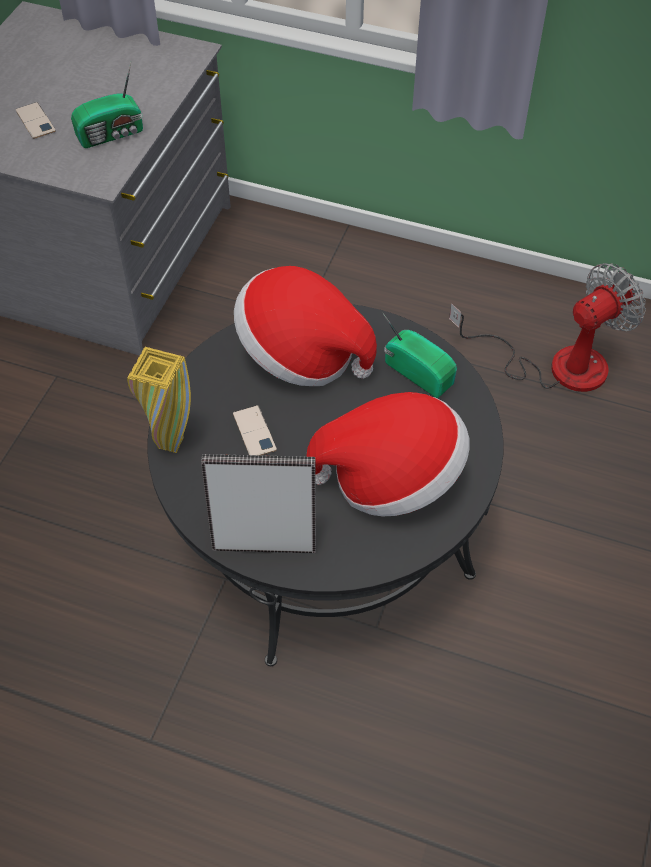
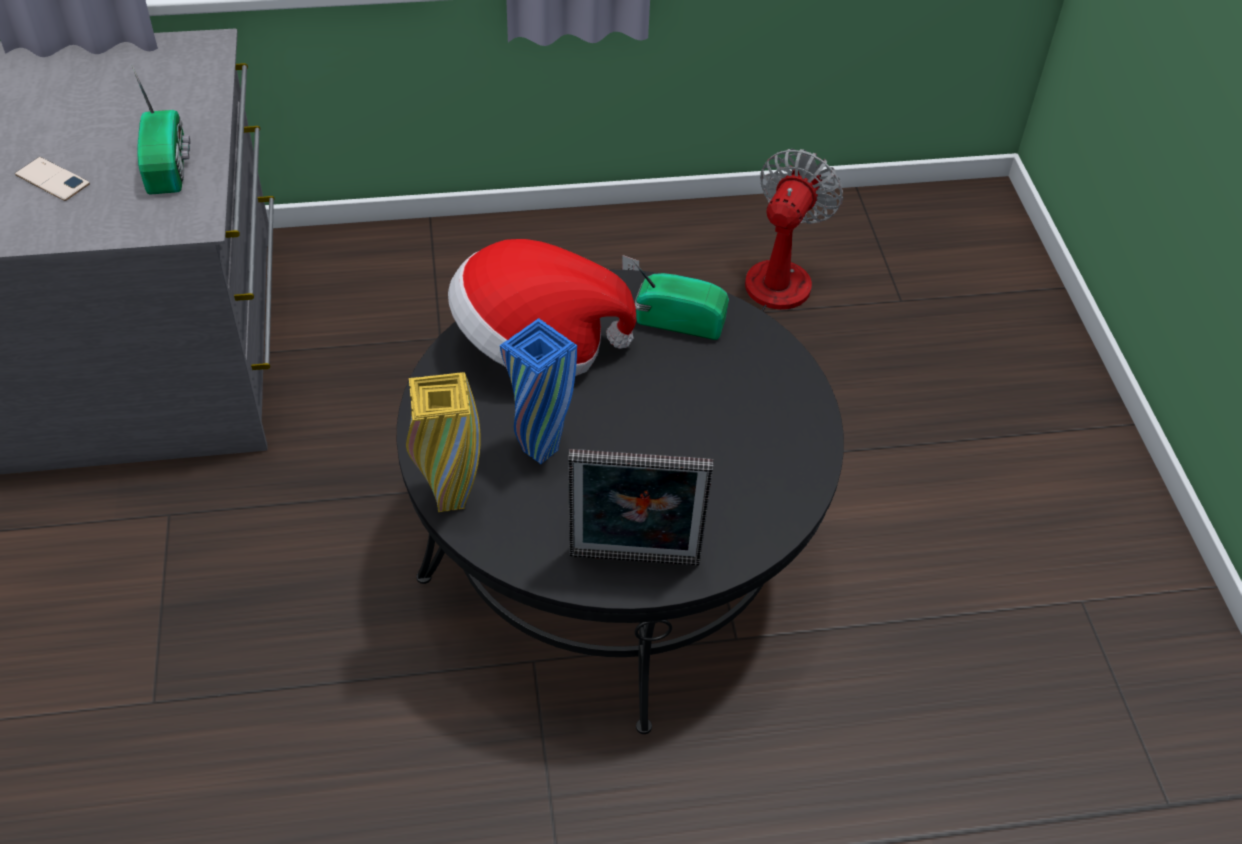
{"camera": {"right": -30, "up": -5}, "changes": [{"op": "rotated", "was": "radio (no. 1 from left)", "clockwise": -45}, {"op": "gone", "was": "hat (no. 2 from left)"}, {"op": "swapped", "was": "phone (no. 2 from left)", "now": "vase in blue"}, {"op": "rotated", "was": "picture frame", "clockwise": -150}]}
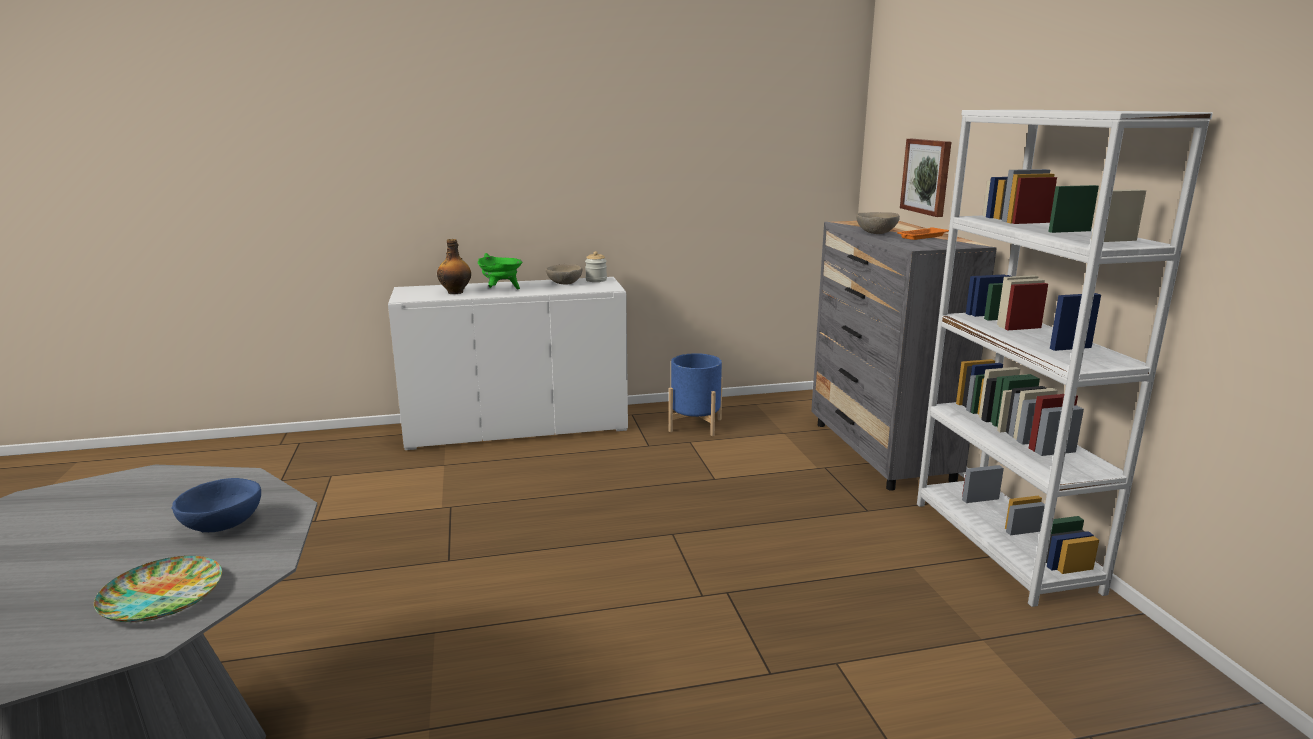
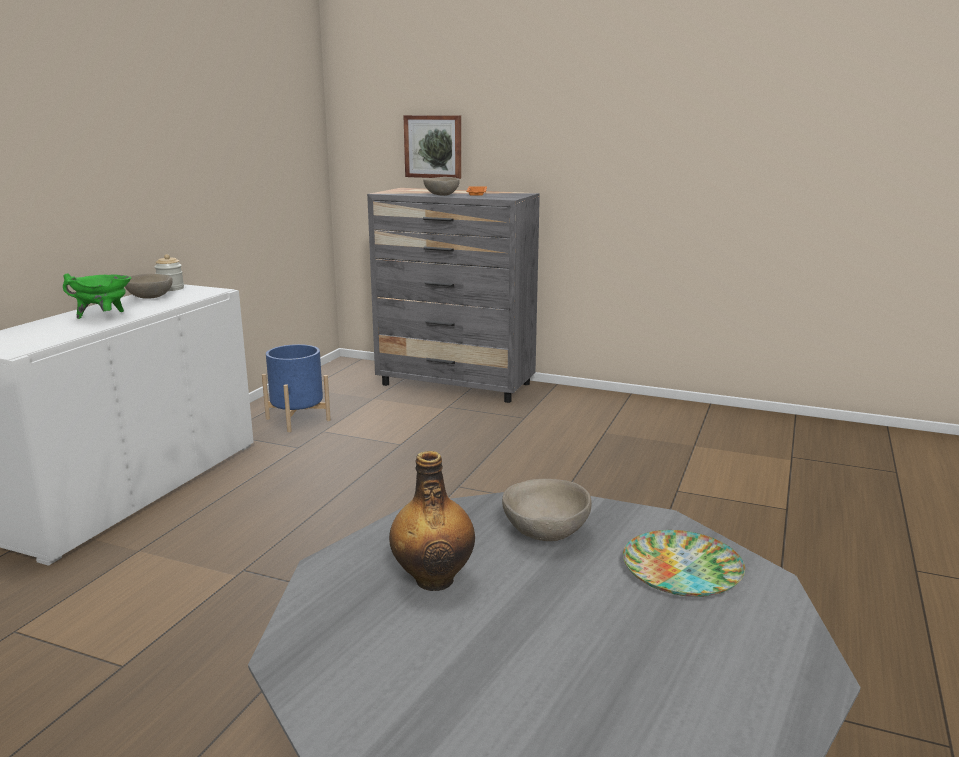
{"camera": {"right": -55, "up": 0}, "changes": [{"op": "gone", "was": "bookcase in white"}, {"op": "shifted", "was": "bottle"}, {"op": "repainted", "was": "bowl in blue", "now": "bowl in beige (no. 3 from left)"}]}
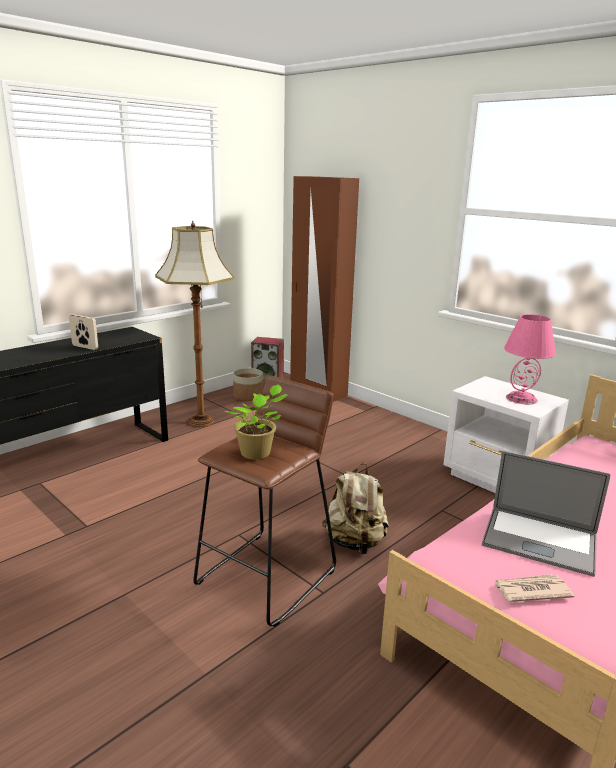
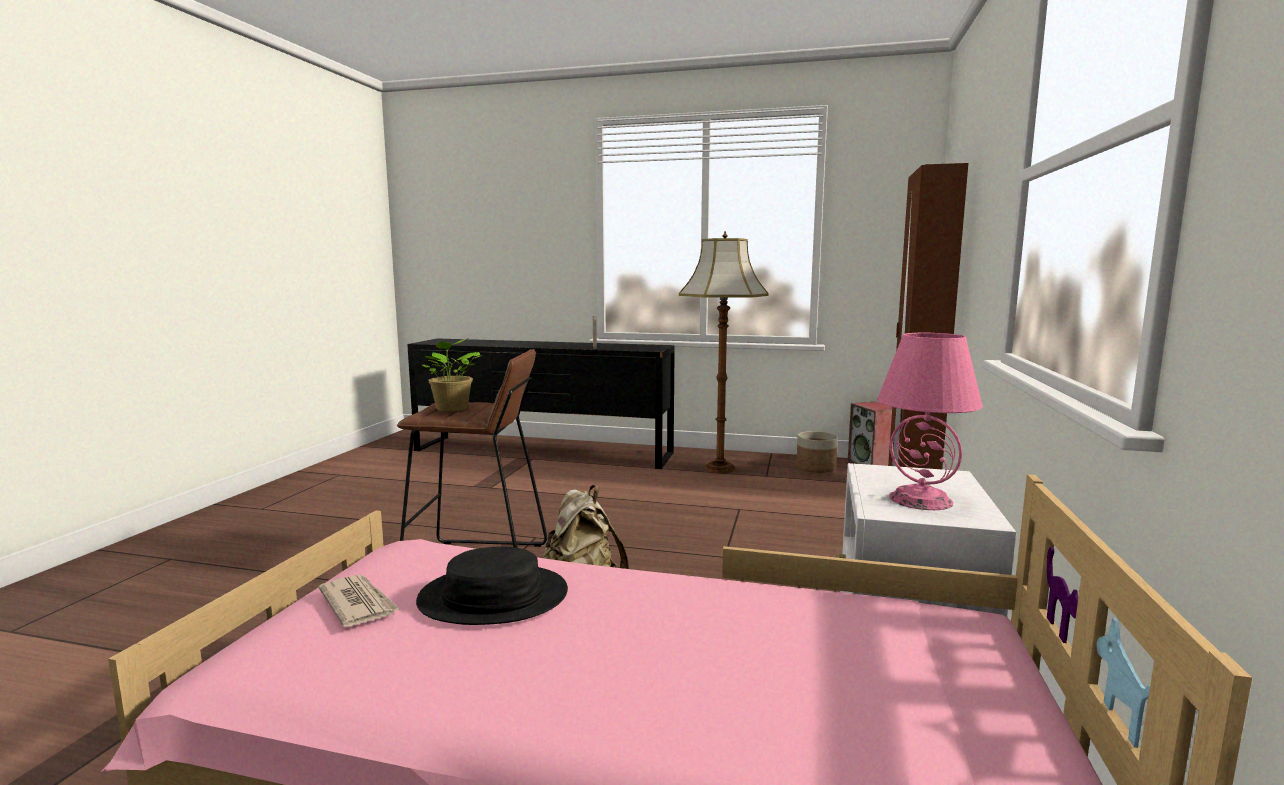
{"camera": {"right": 60, "up": -10}, "changes": [{"op": "swapped", "was": "laptop", "now": "hat in black"}]}
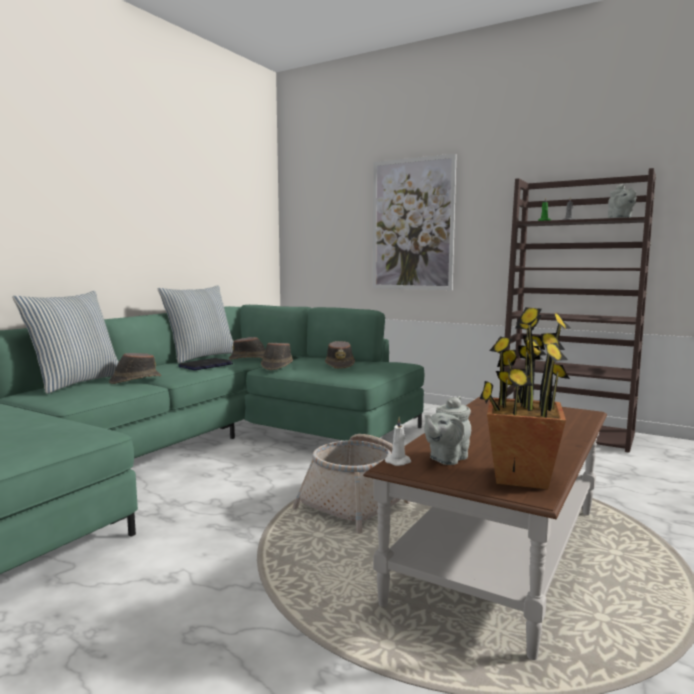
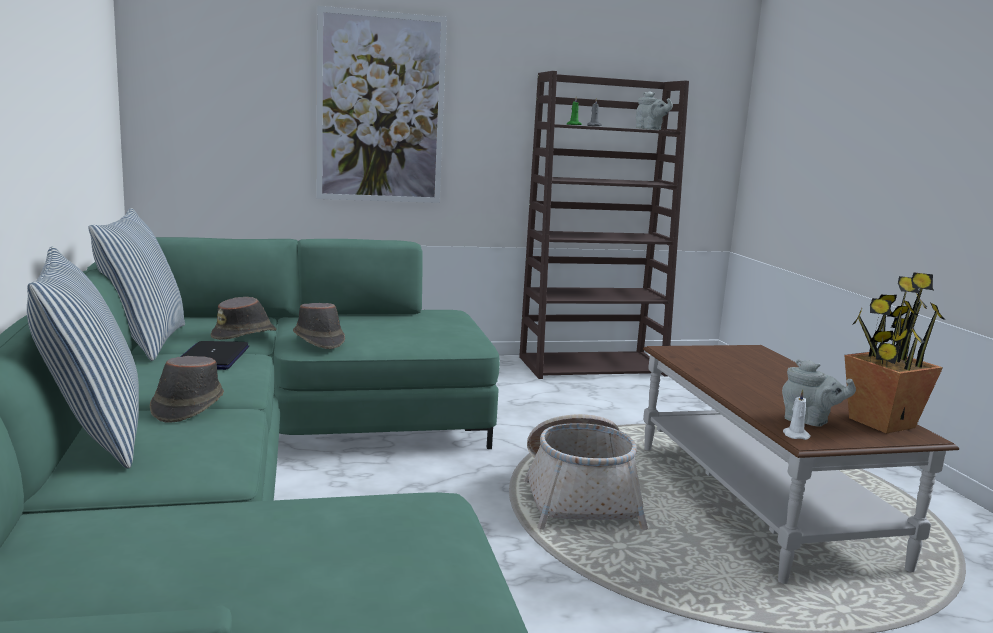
{"camera": {"right": -45, "up": 5}, "changes": [{"op": "gone", "was": "hat in brown (no. 4 from left)"}, {"op": "rotated", "was": "teapot in grey (no. 1 from left in the first image)", "clockwise": -60}]}
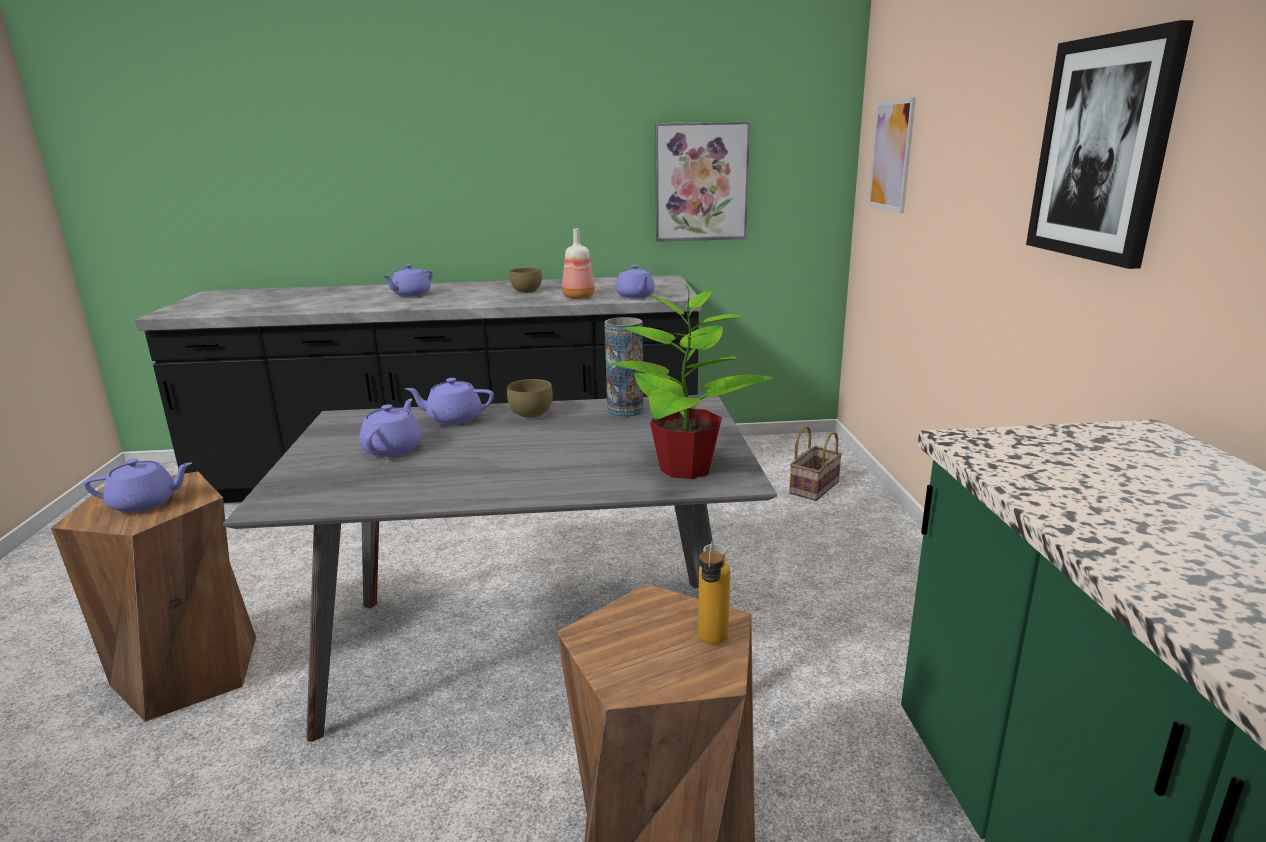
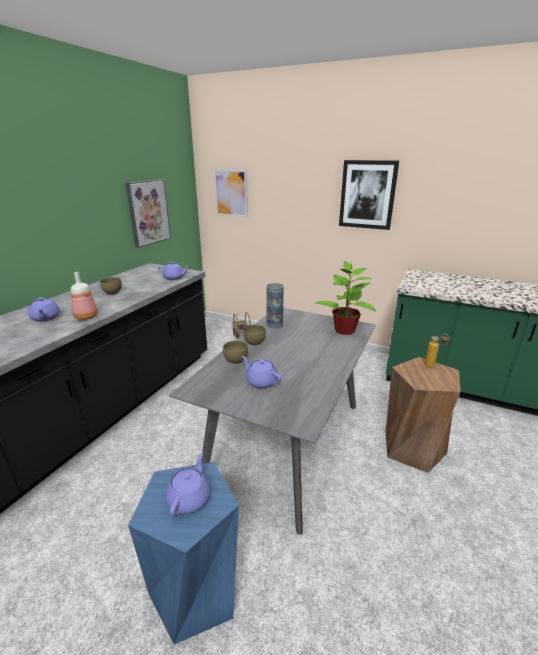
{"camera": {"right": -60, "up": 5}, "changes": [{"op": "shifted", "was": "bottle (no. 1 from left)"}, {"op": "swapped", "was": "teapot in purple (no. 4 from left)", "now": "bowl in brown (no. 2 from left)"}, {"op": "repainted", "was": "stool in brown (no. 1 from left)", "now": "stool in blue"}]}
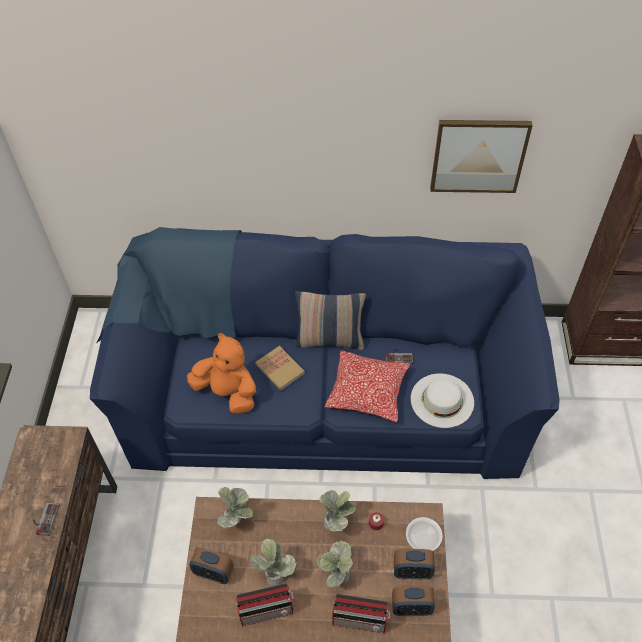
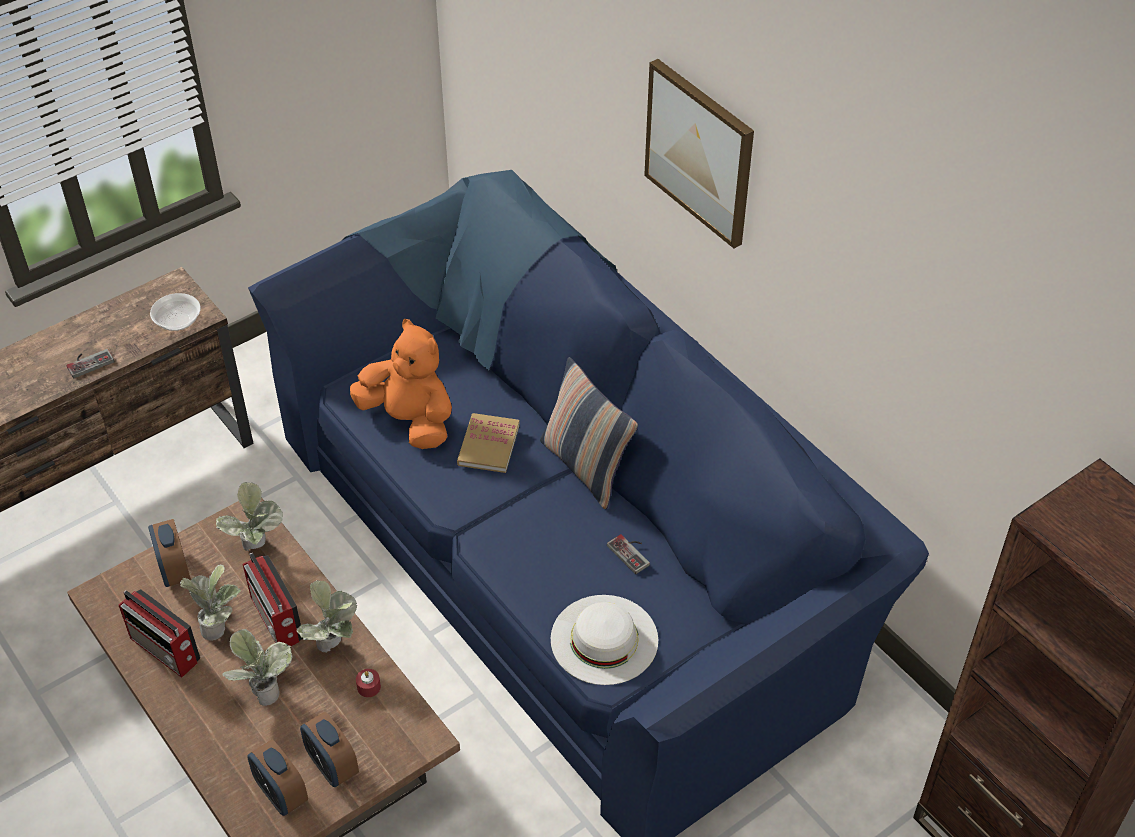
{"camera": {"right": 50, "up": -5}, "changes": [{"op": "shifted", "was": "picture"}, {"op": "rotated", "was": "plush toy in orange", "clockwise": -45}, {"op": "gone", "was": "pillow (no. 2 from left)"}, {"op": "shifted", "was": "bowl"}, {"op": "shifted", "was": "radio (no. 2 from left)"}]}
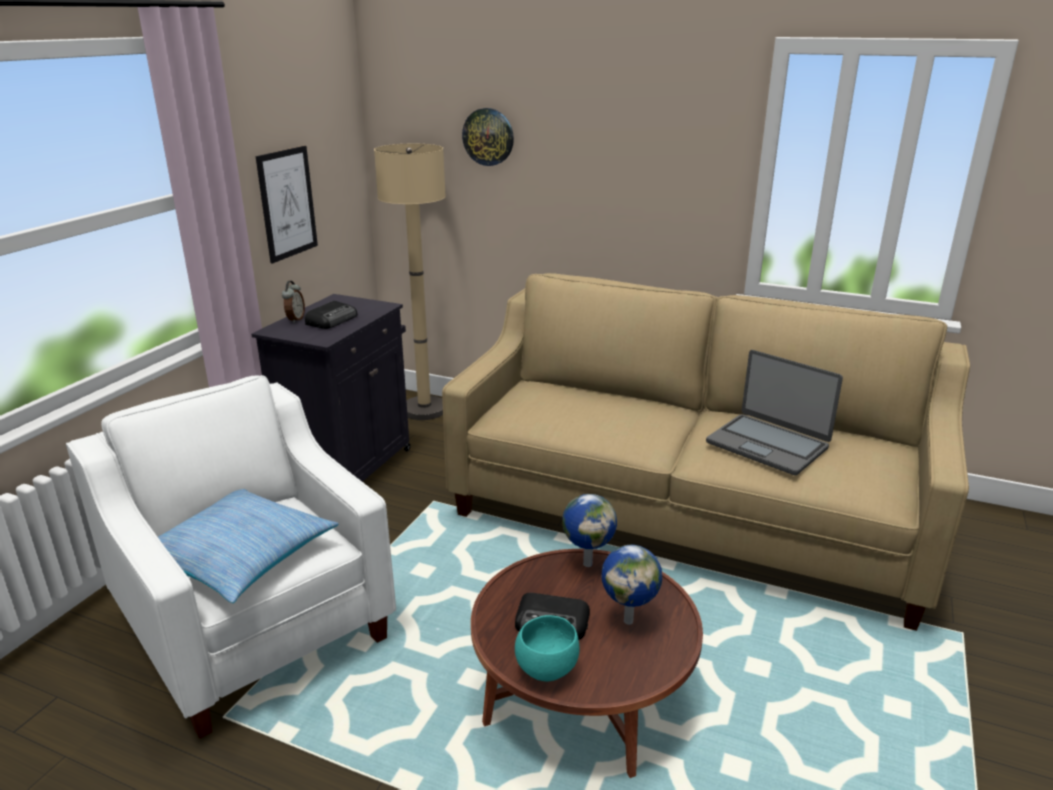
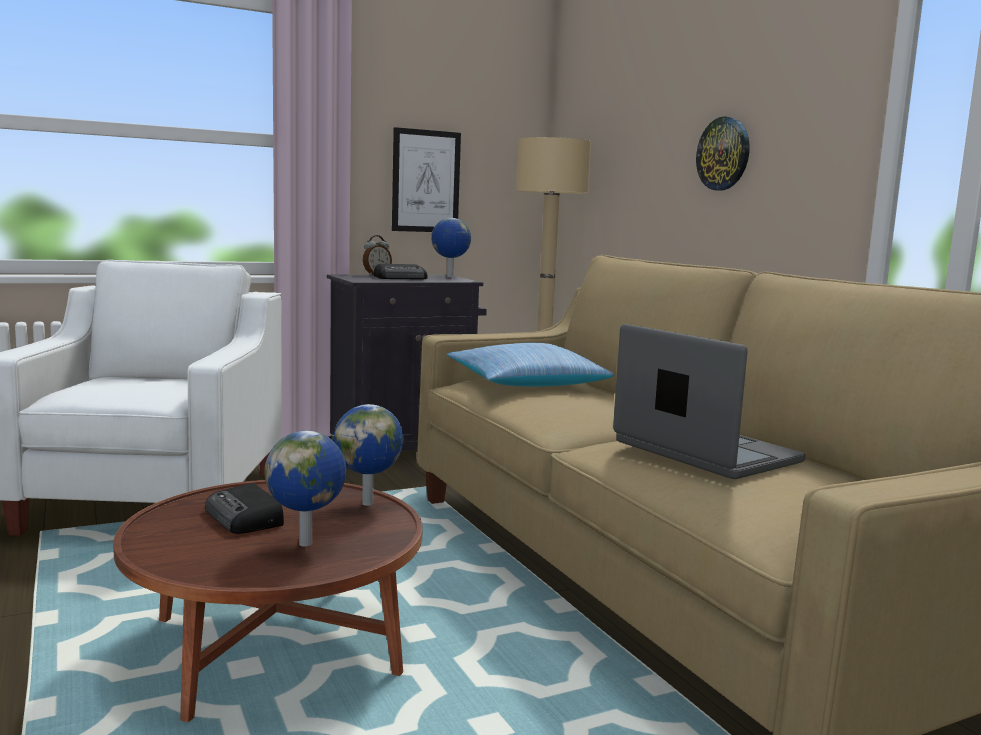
{"camera": {"right": 40, "up": -15}, "changes": [{"op": "shifted", "was": "wall clock"}, {"op": "rotated", "was": "laptop", "clockwise": 150}, {"op": "shifted", "was": "pillow"}, {"op": "gone", "was": "bowl in turquoise"}, {"op": "new", "now": "globe (no. 3 from left)"}]}
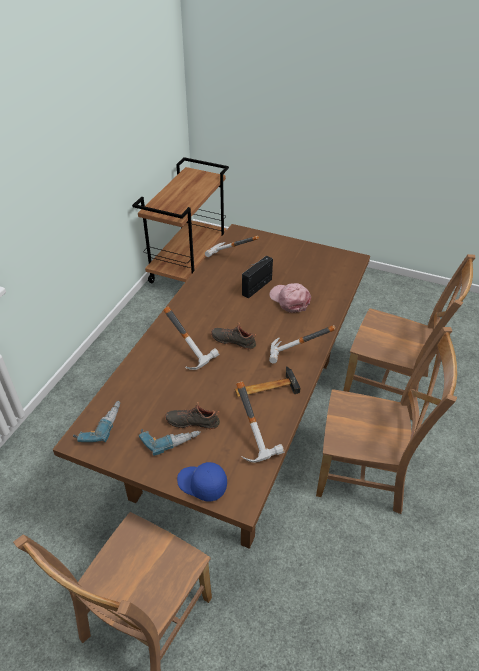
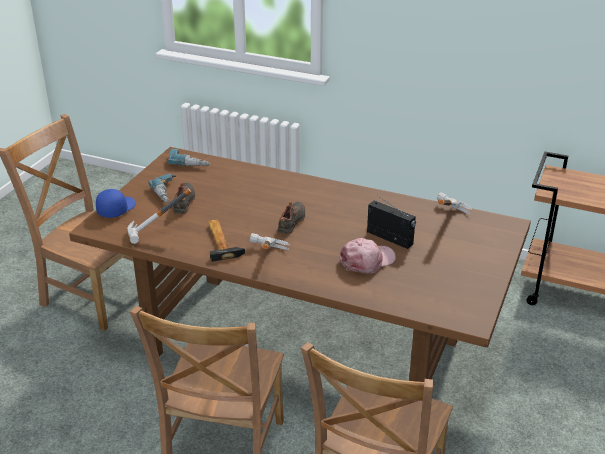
{"camera": {"right": 90, "up": -10}, "changes": [{"op": "gone", "was": "hammer (no. 1 from left)"}]}
